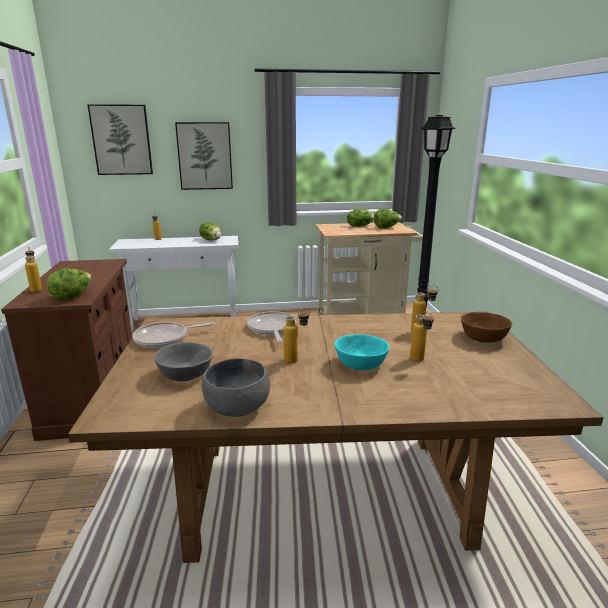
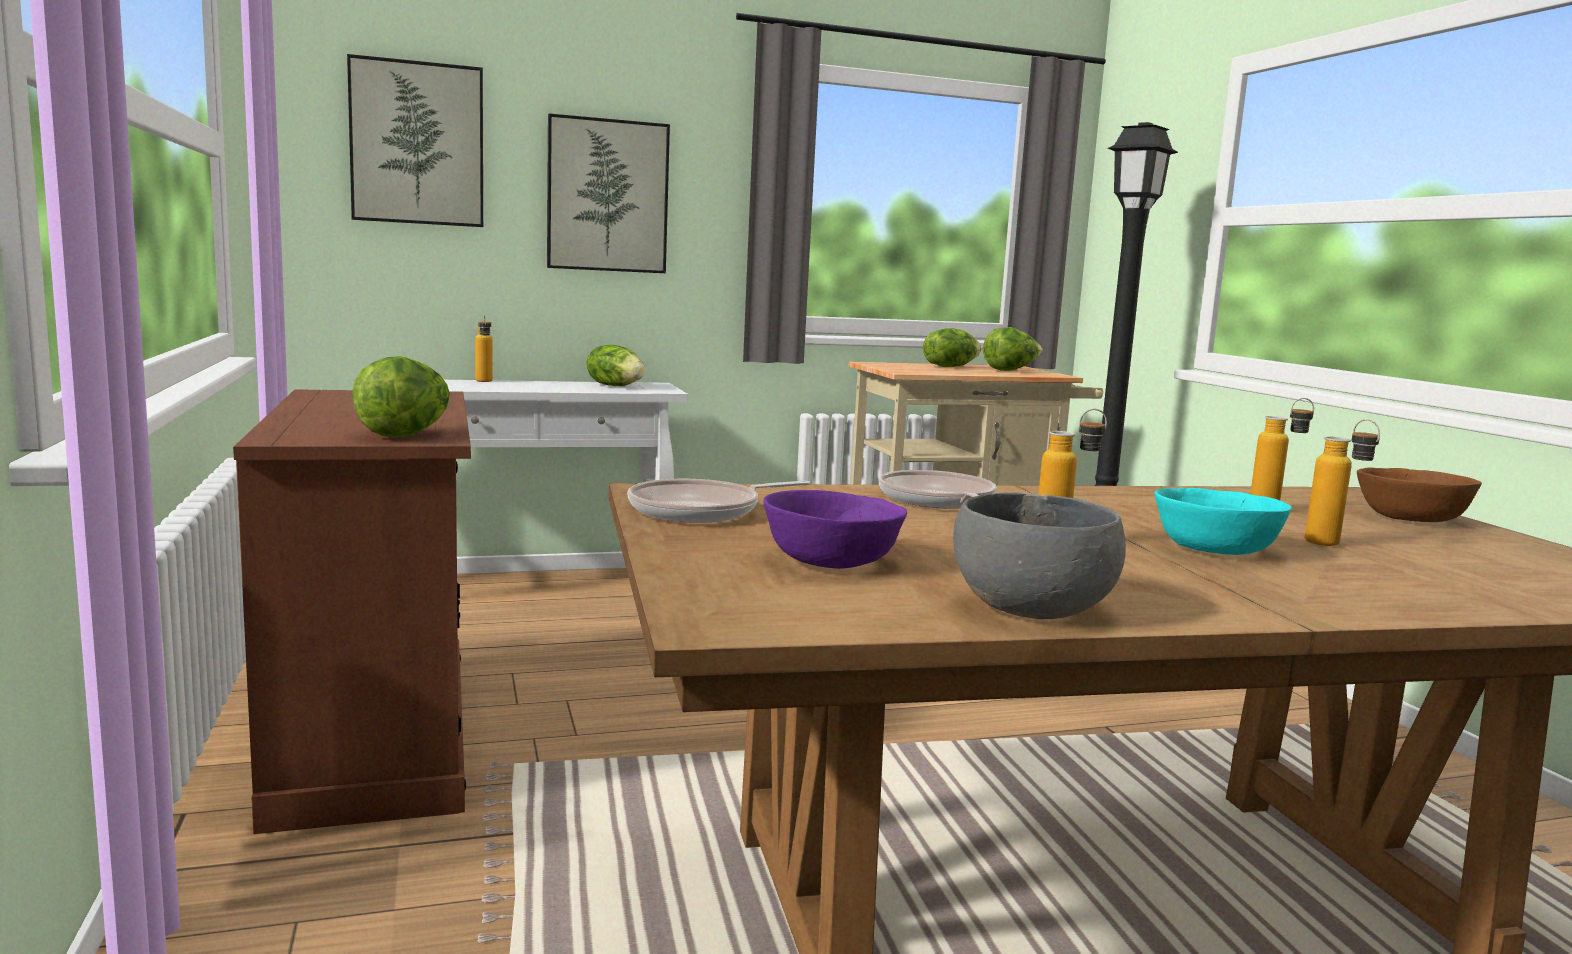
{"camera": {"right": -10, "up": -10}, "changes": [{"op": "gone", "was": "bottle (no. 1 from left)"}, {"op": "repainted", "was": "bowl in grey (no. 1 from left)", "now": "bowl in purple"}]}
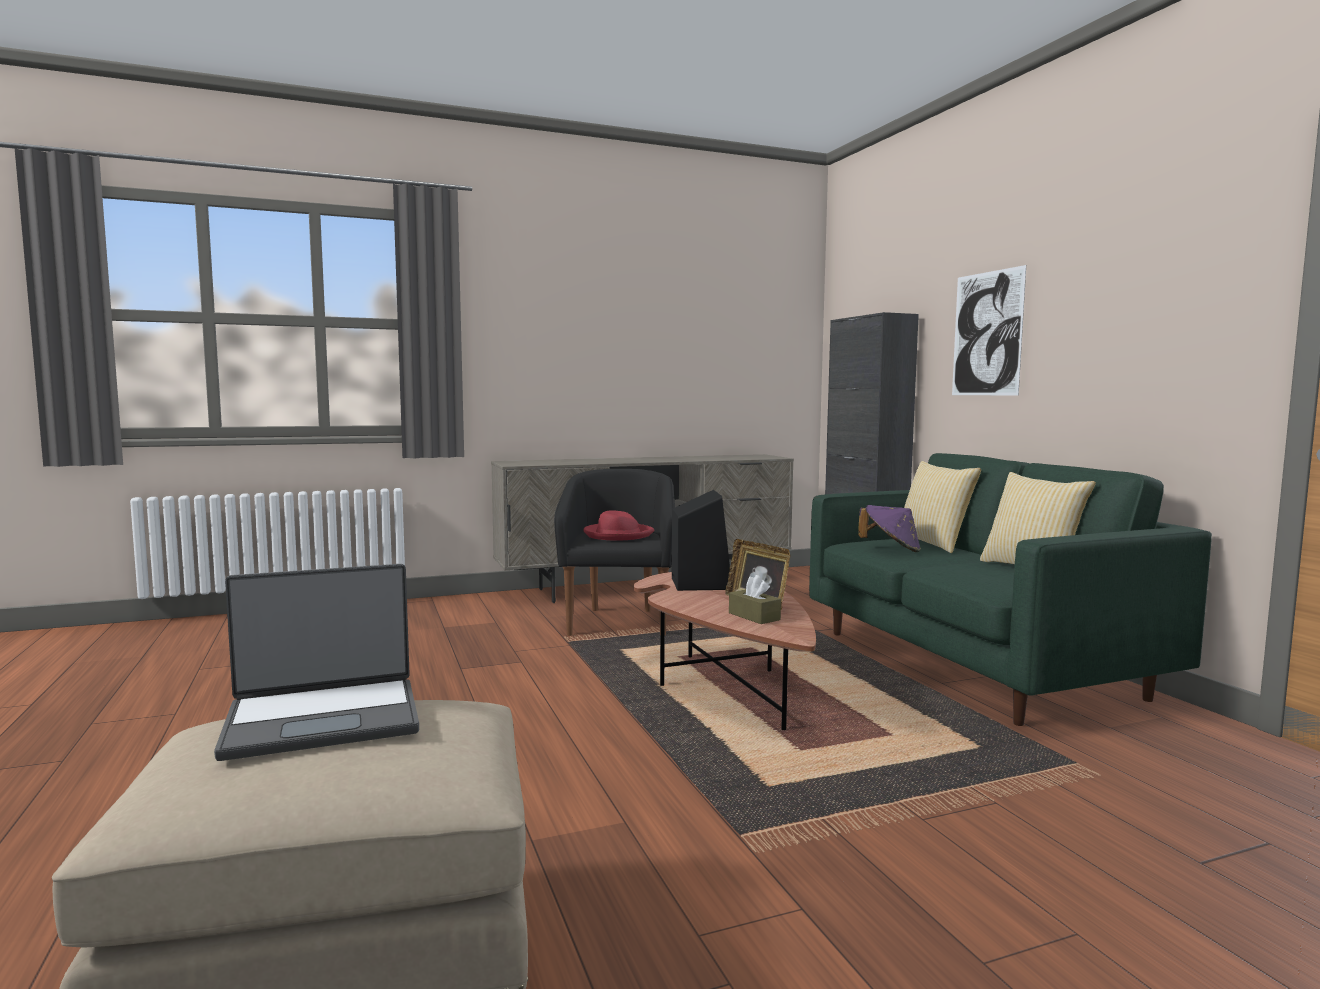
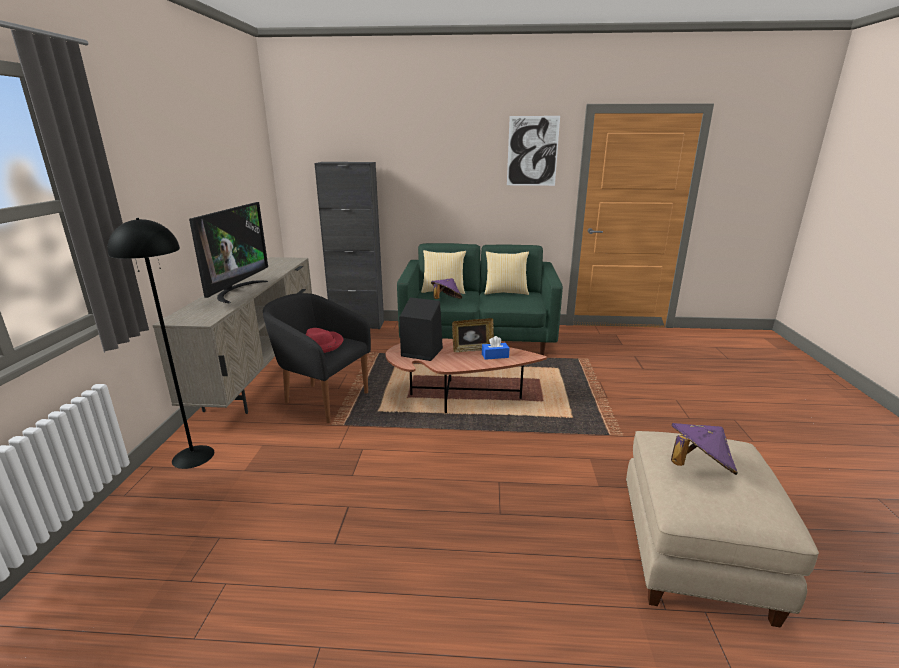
{"camera": {"right": -65, "up": 15}, "changes": [{"op": "shifted", "was": "picture"}, {"op": "swapped", "was": "laptop", "now": "hat in purple (no. 2 from left)"}, {"op": "repainted", "was": "tissue box in brown", "now": "tissue box in blue"}, {"op": "new", "now": "television"}, {"op": "new", "now": "floor lamp in black"}]}
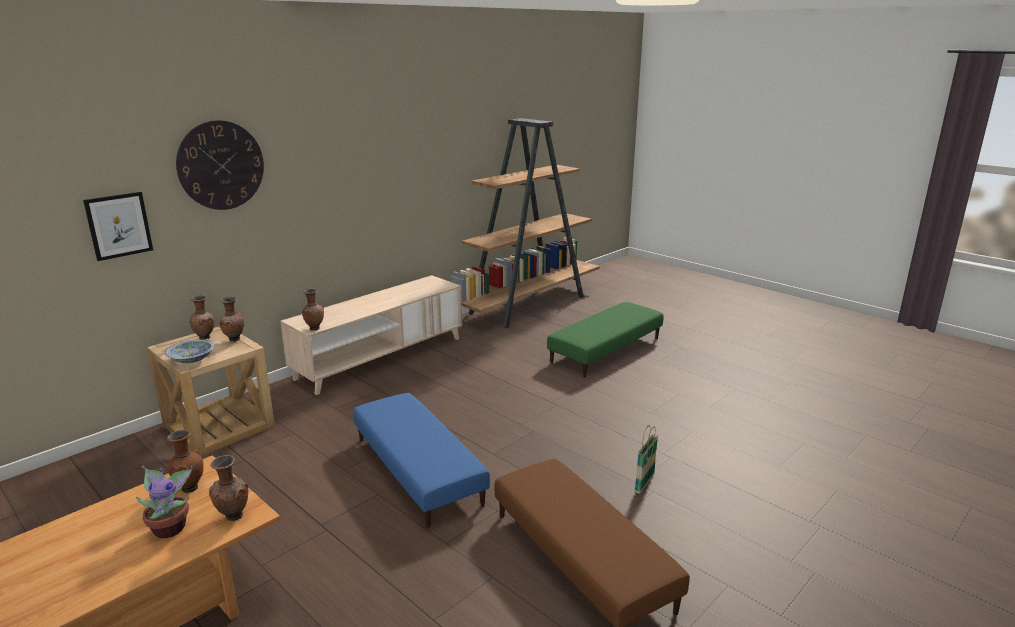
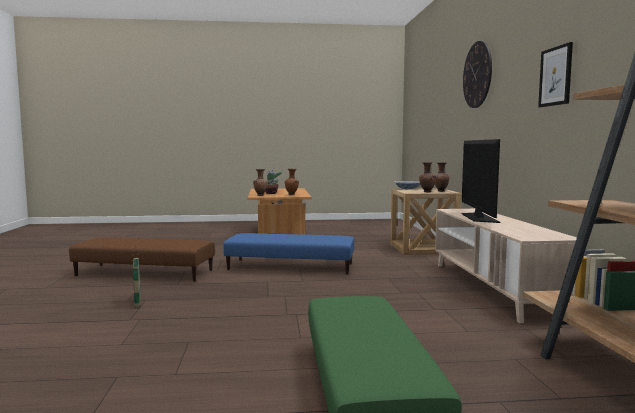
{"camera": {"right": 130, "up": -15}, "changes": [{"op": "shifted", "was": "picture"}, {"op": "gone", "was": "vase in brown (no. 5 from left)"}, {"op": "new", "now": "television"}]}
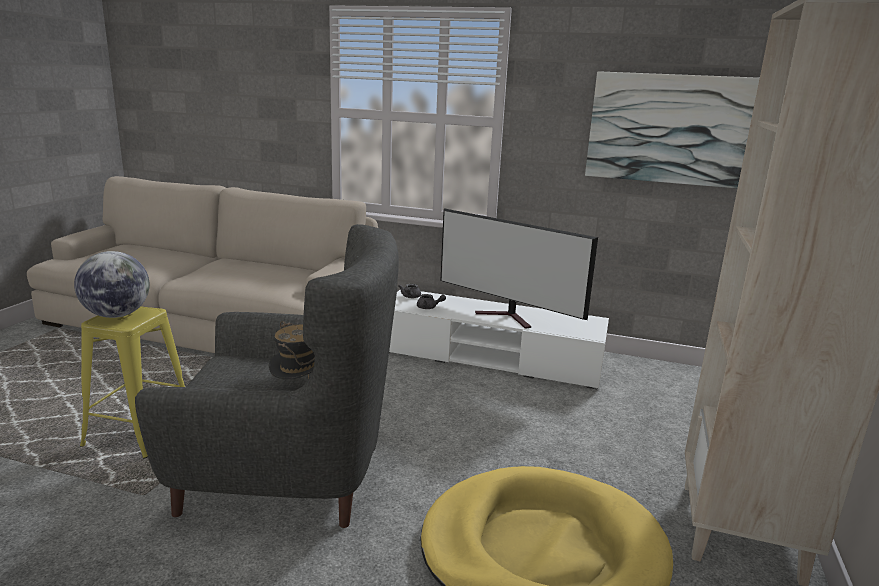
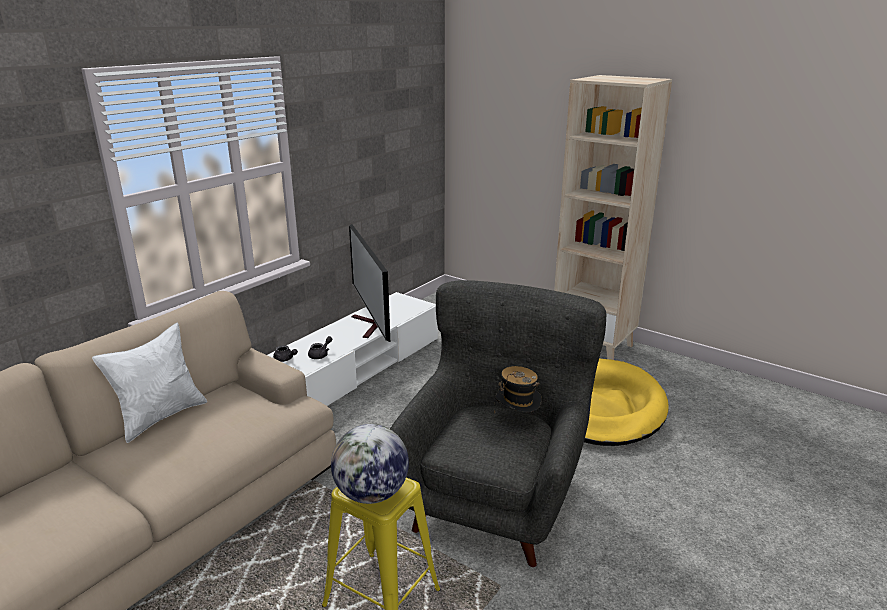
{"camera": {"right": -70, "up": 5}, "changes": [{"op": "gone", "was": "picture"}, {"op": "rotated", "was": "television", "clockwise": 105}, {"op": "new", "now": "pillow in white"}]}
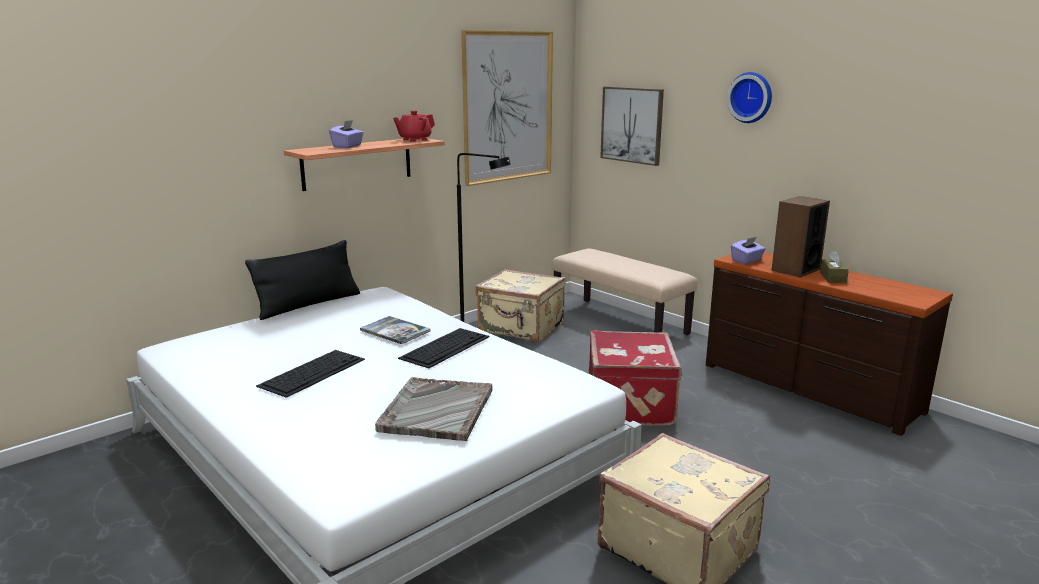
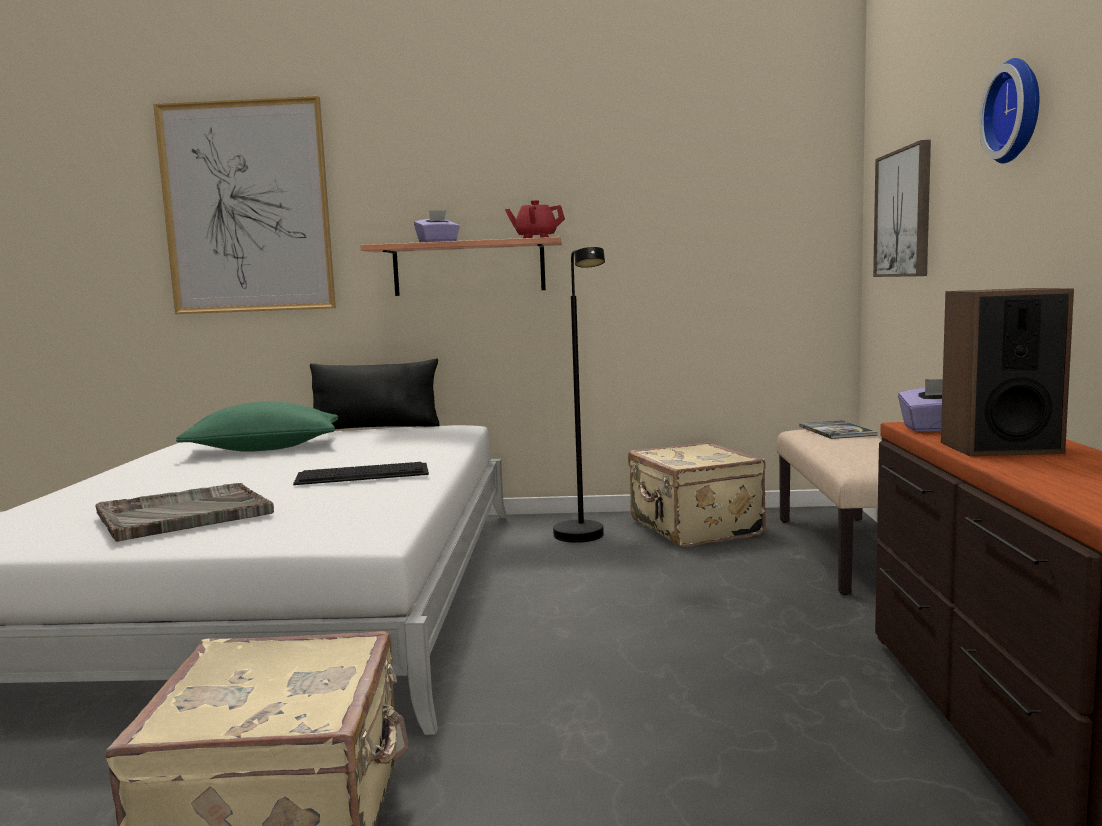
{"camera": {"right": 45, "up": -10}, "changes": [{"op": "shifted", "was": "picture (no. 1 from left)"}, {"op": "gone", "was": "tissue box in brown"}, {"op": "shifted", "was": "book"}, {"op": "gone", "was": "suitcase in red"}, {"op": "gone", "was": "keyboard (no. 1 from left)"}, {"op": "new", "now": "pillow in green"}]}
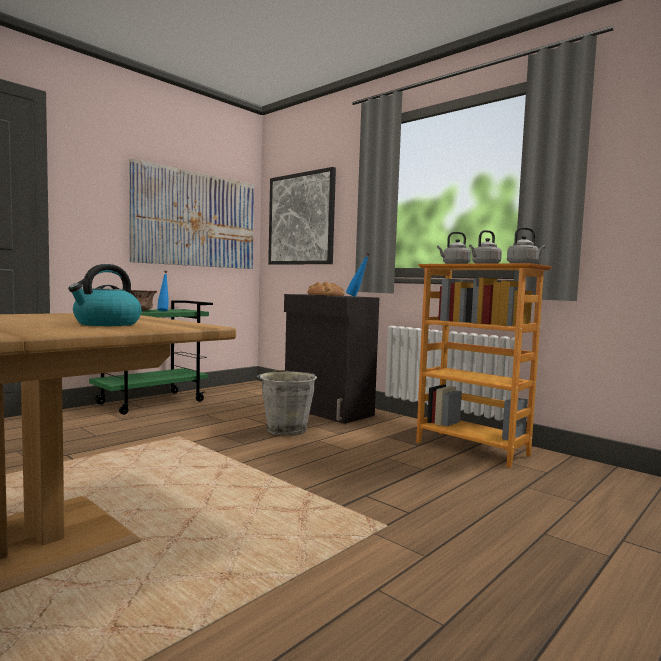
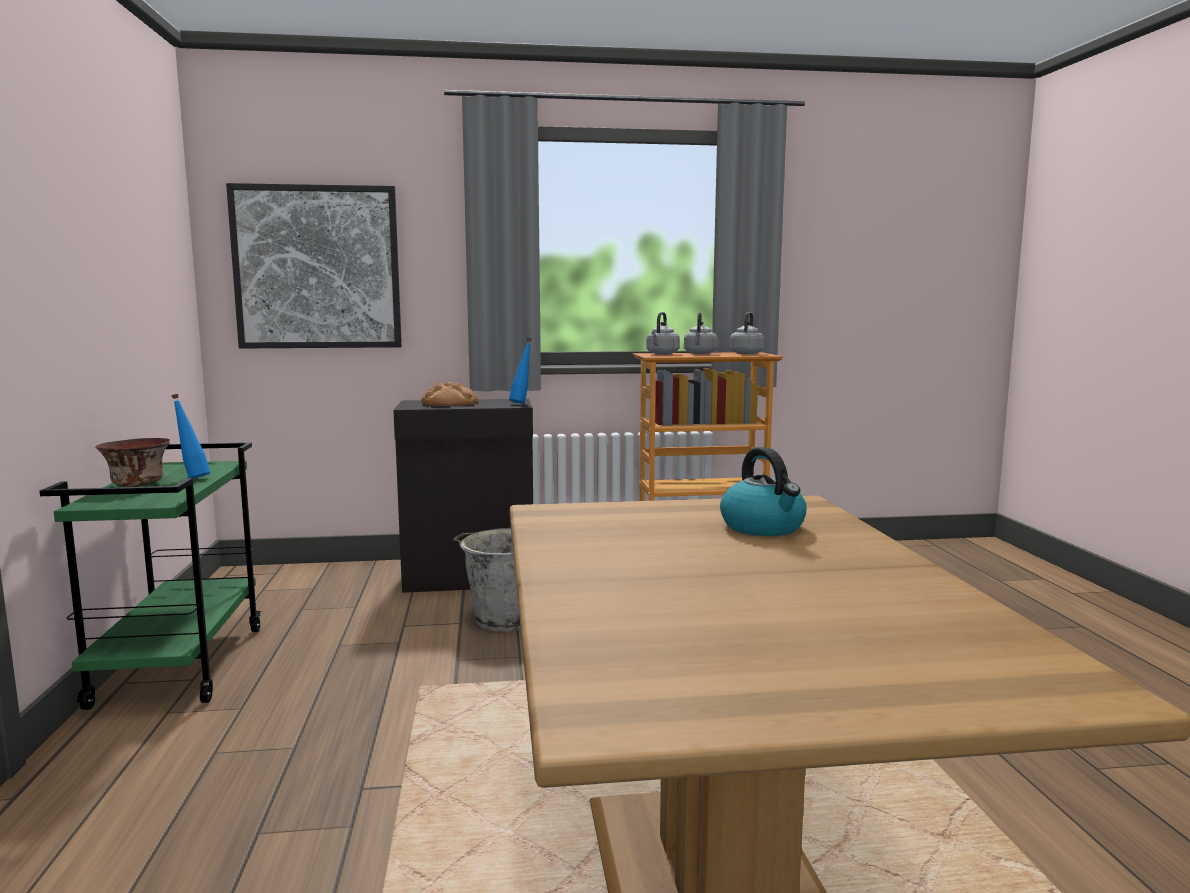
{"camera": {"right": -50, "up": 5}, "changes": [{"op": "gone", "was": "picture (no. 1 from left)"}]}
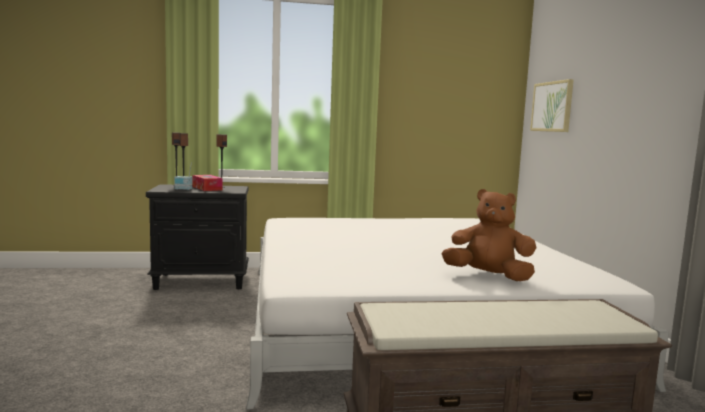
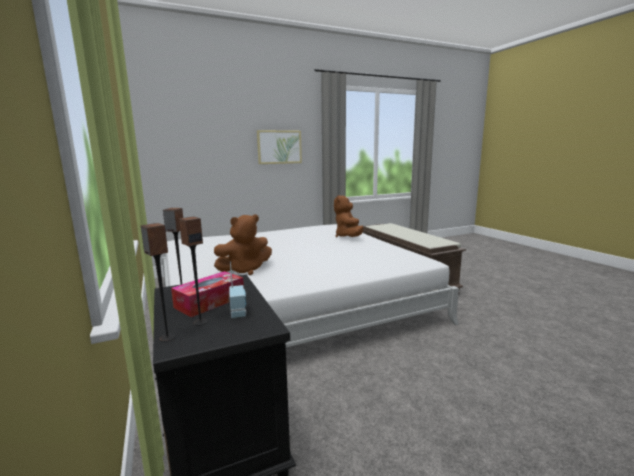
{"camera": {"right": -105, "up": 5}, "changes": [{"op": "shifted", "was": "picture"}, {"op": "new", "now": "plush toy in brown (no. 1 from left)"}]}
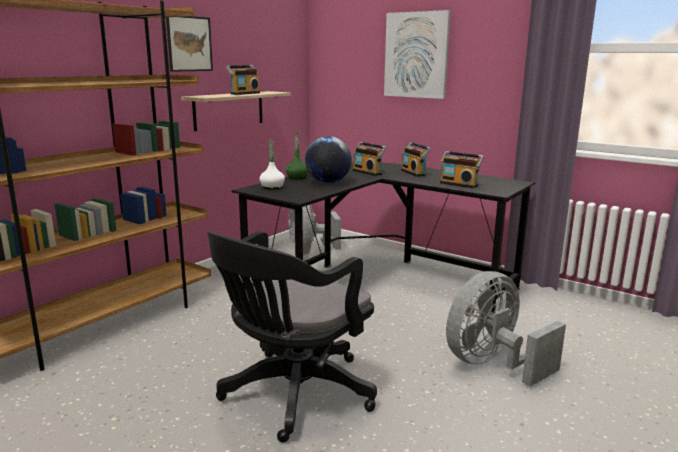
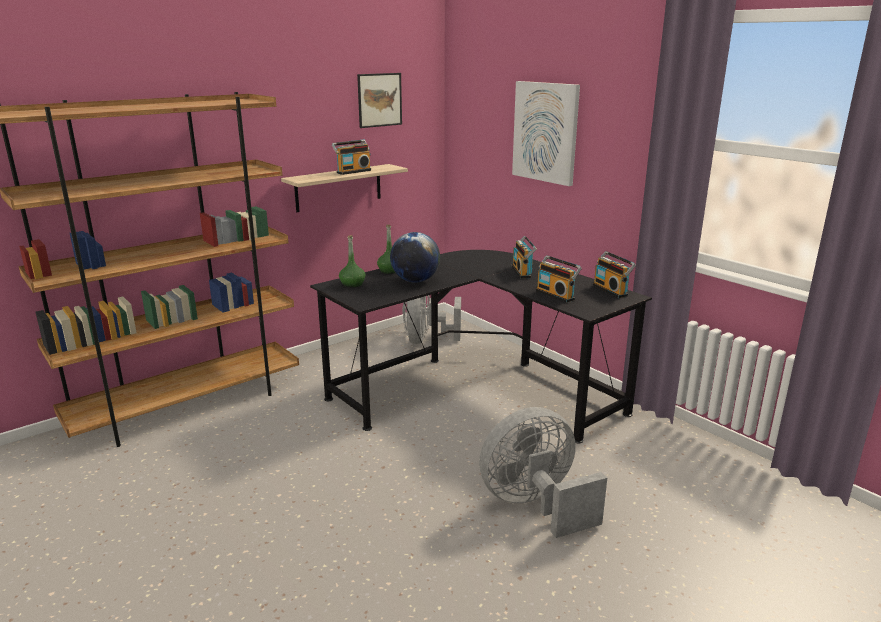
{"camera": {"right": 15, "up": 5}, "changes": [{"op": "shifted", "was": "picture (no. 1 from left)"}, {"op": "repainted", "was": "bottle in white", "now": "bottle in green (no. 1 from left)"}, {"op": "shifted", "was": "radio (no. 2 from left in the first image)", "now": "radio (no. 4 from left)"}, {"op": "gone", "was": "office chair in black"}]}
